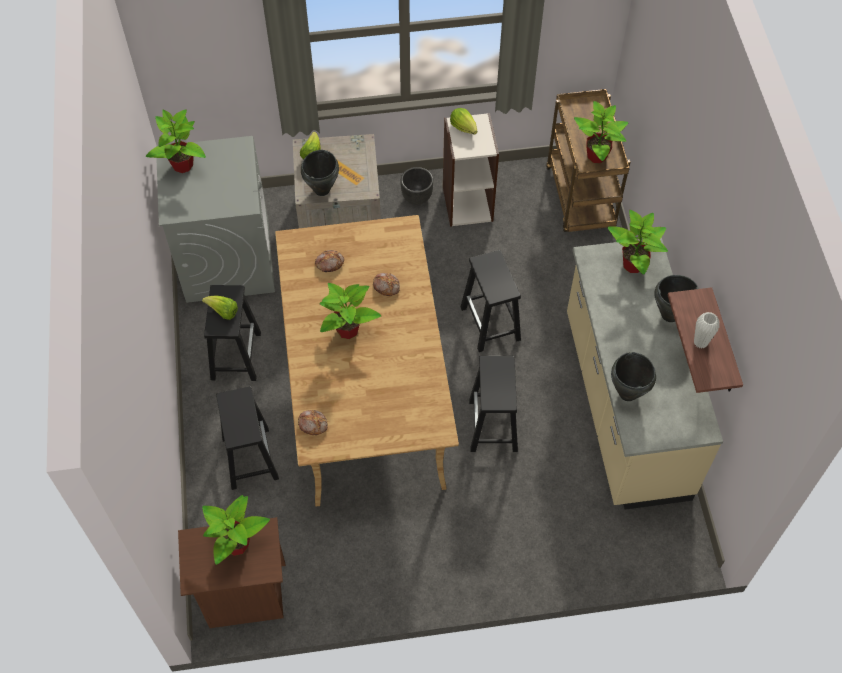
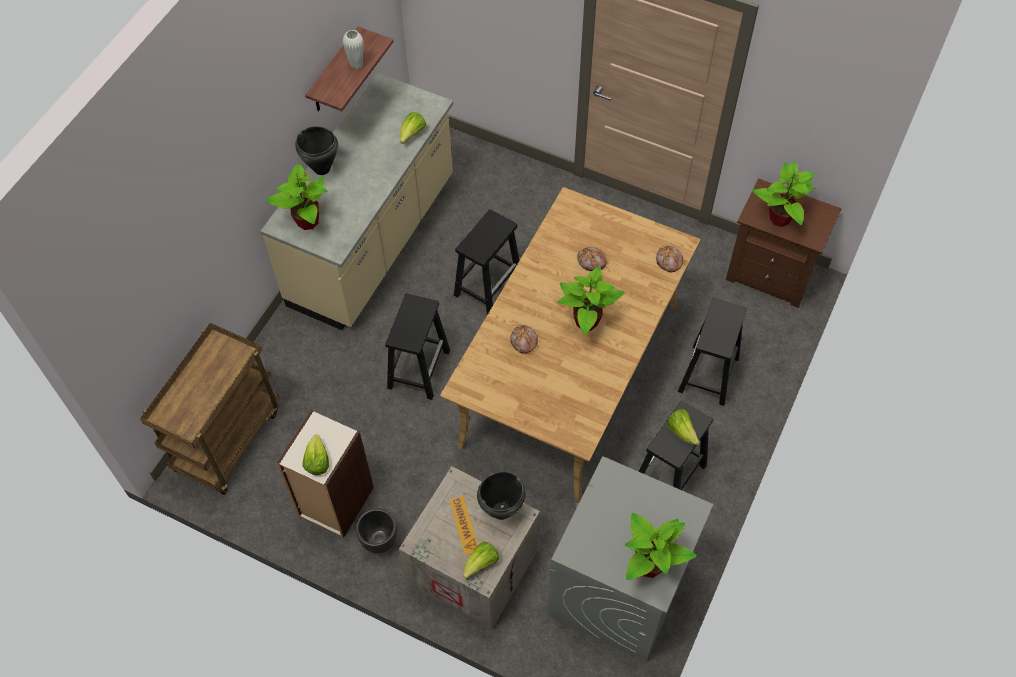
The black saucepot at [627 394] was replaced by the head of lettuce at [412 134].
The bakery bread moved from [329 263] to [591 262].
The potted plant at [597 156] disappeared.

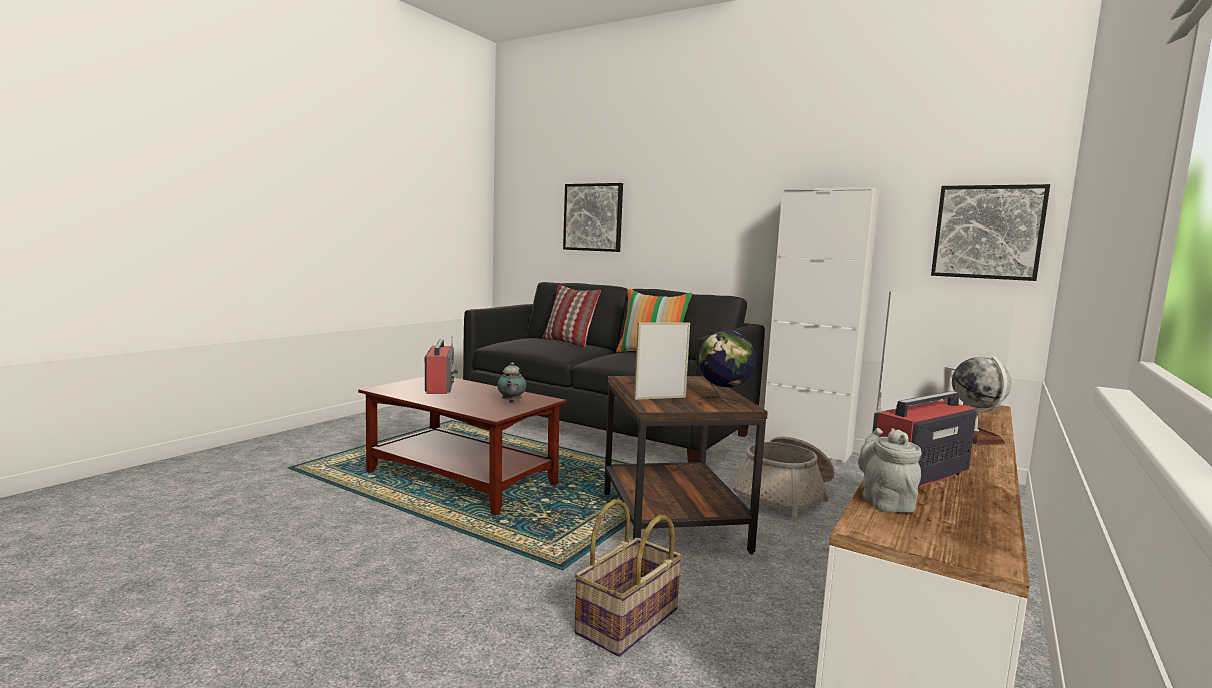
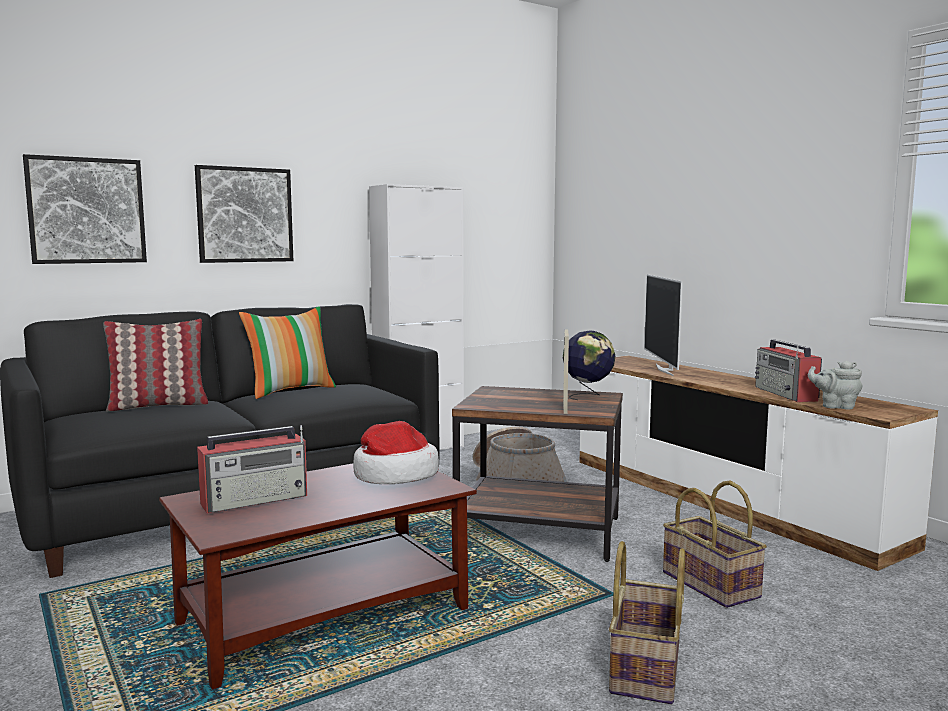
The picture moved from [987 232] to [244 215].
The radio at [440 386] turned 135 degrees clockwise.
The teapot at [511 402] was replaced by the hat at [394 475].
The storage basket at [647 669] appeared.
The desk globe at [973 437] disappeared.

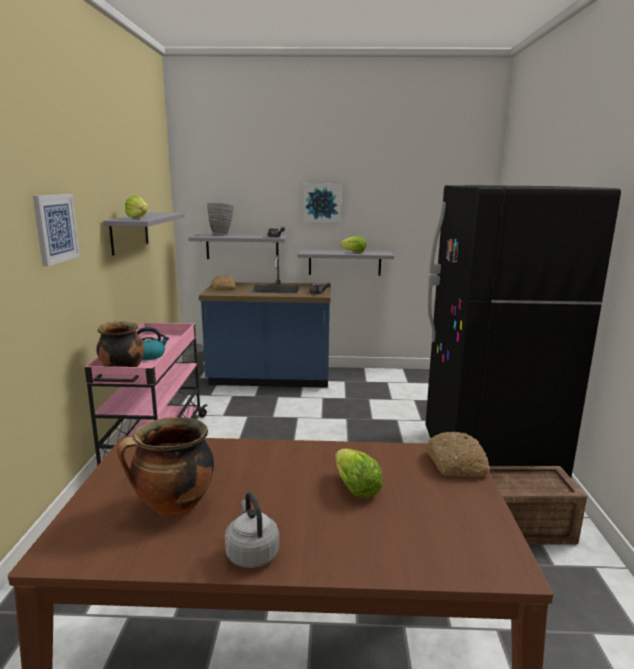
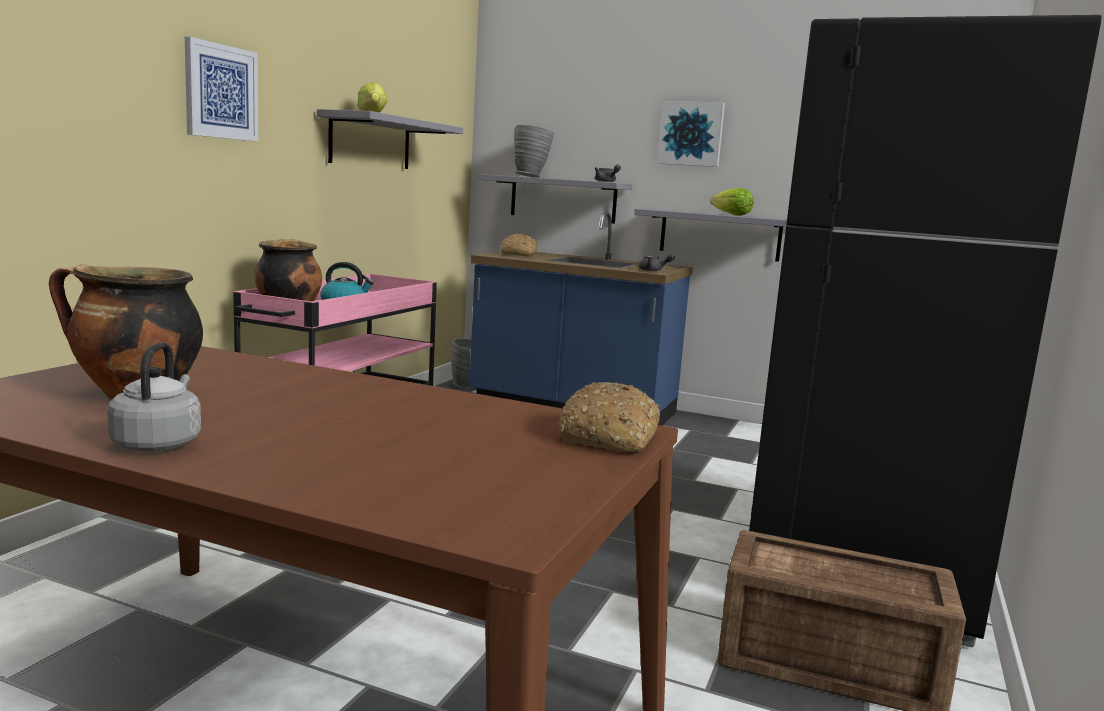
The head of lettuce at [356 488] disappeared.

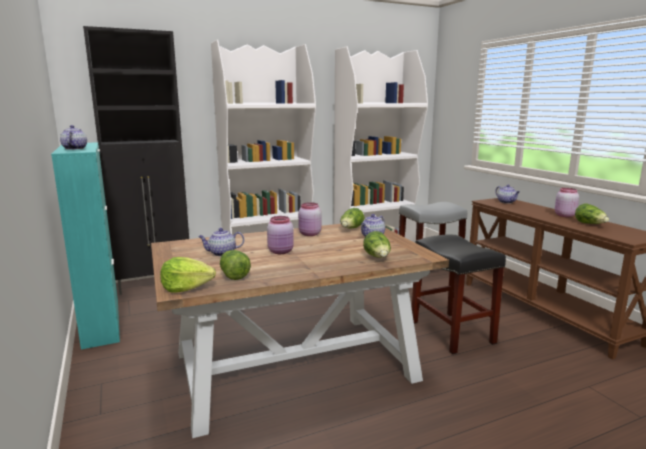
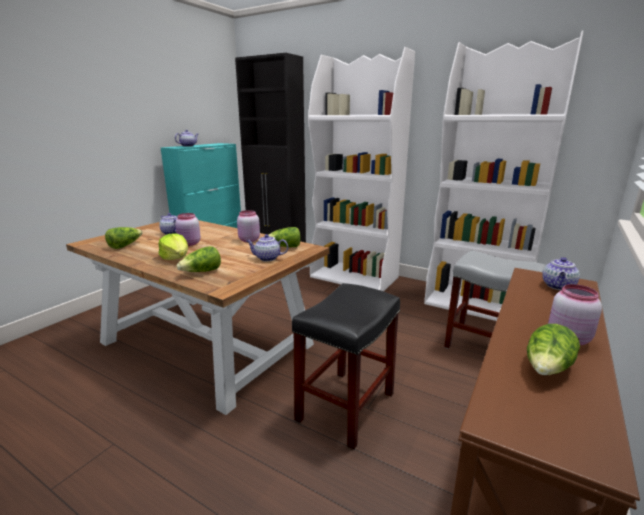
The head of lettuce moved from [186 288] to [176 258].

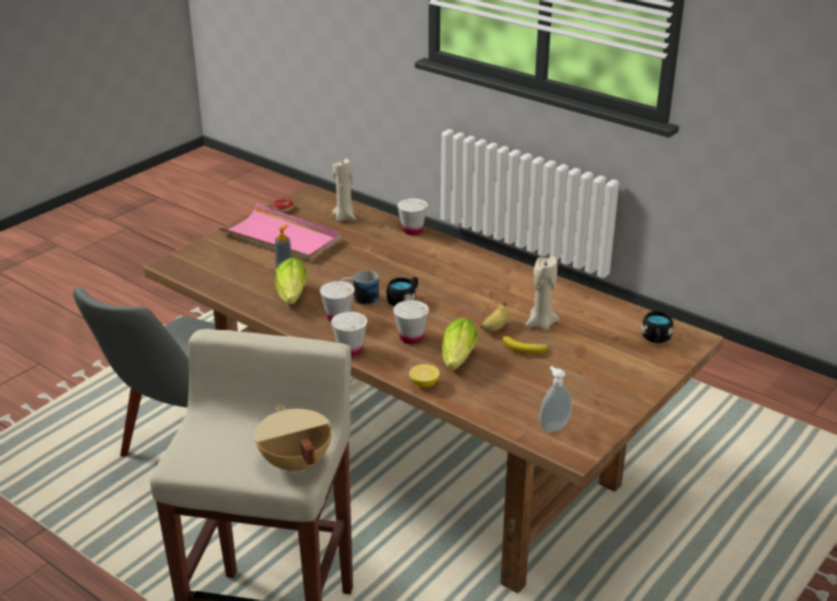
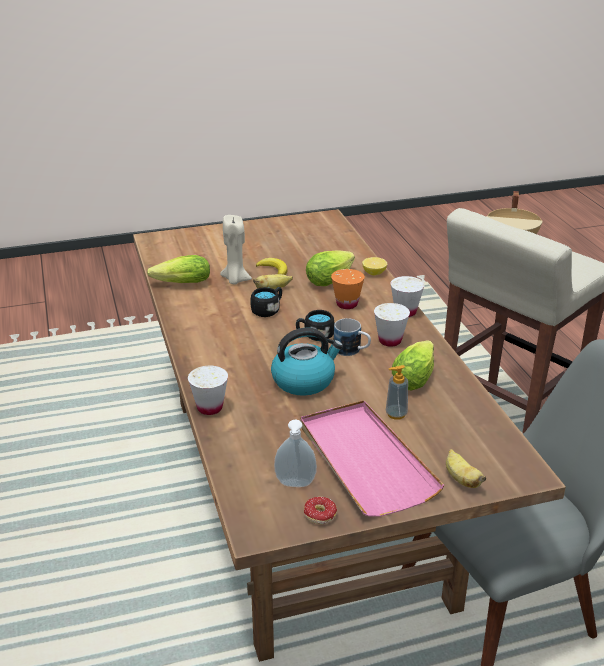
The head of lettuce at [179 284] appeared.
The black mug moved from [656 339] to [268 310].
The tea kettle at [304 380] appeared.
The soap dispenser moved from [553 426] to [295 485].
The white-coloured drinking cup at [411 338] became the orange-coloured drinking cup at [347 304].
The banana fruit at [461 479] appeared.
The sand-coloured wax light at [345 217] disappeared.

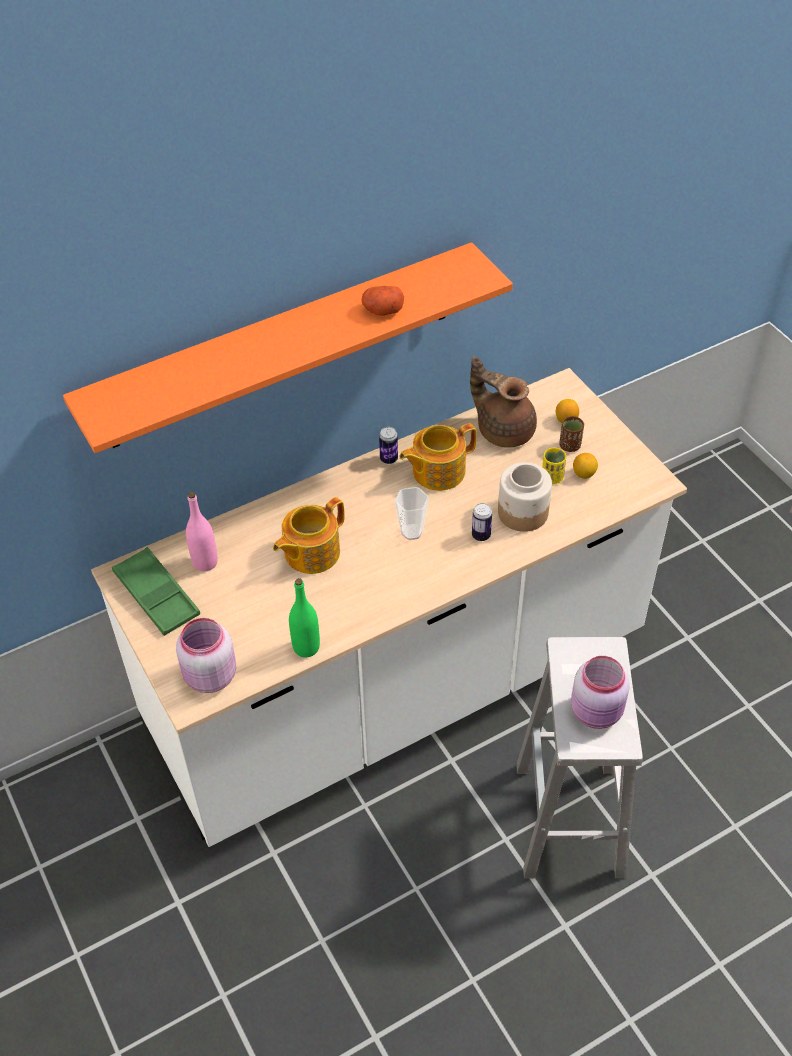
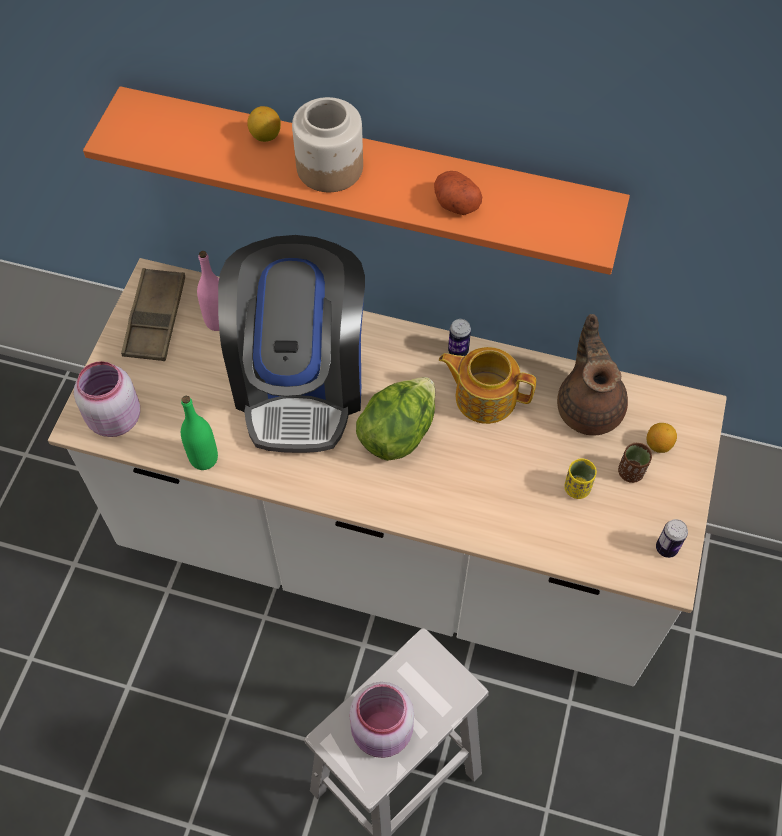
The green carrying tray at [157 596] became the brownish carrying tray at [155 319].
The teapot at [310 552] was replaced by the coffee maker at [300 381].
The lemon moved from [584 474] to [265 136].
The jar moved from [522 513] to [329 168].
The drinking cup at [412 532] was replaced by the head of lettuce at [398 433].
The metal can moved from [481 535] to [666 548].

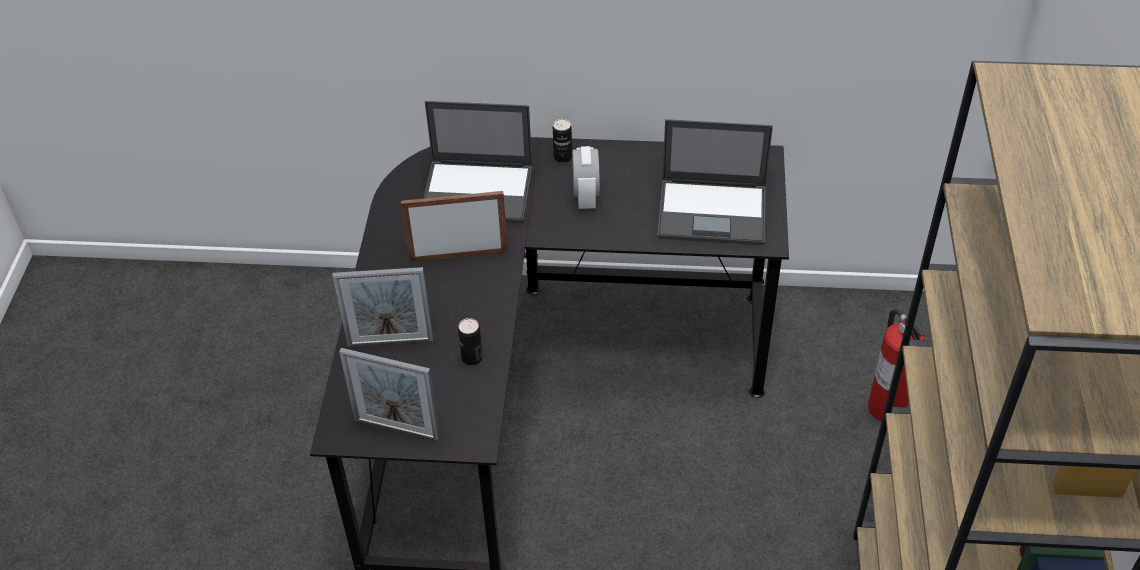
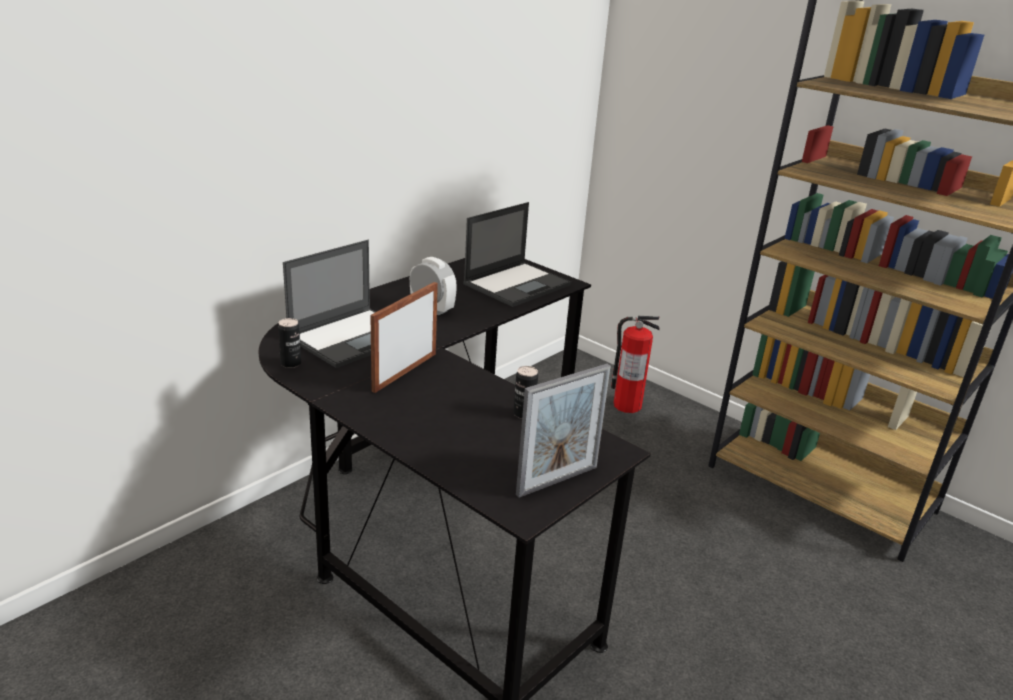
The metal can moved from [562 157] to [291 363].
The picture frame at [390 342] disappeared.

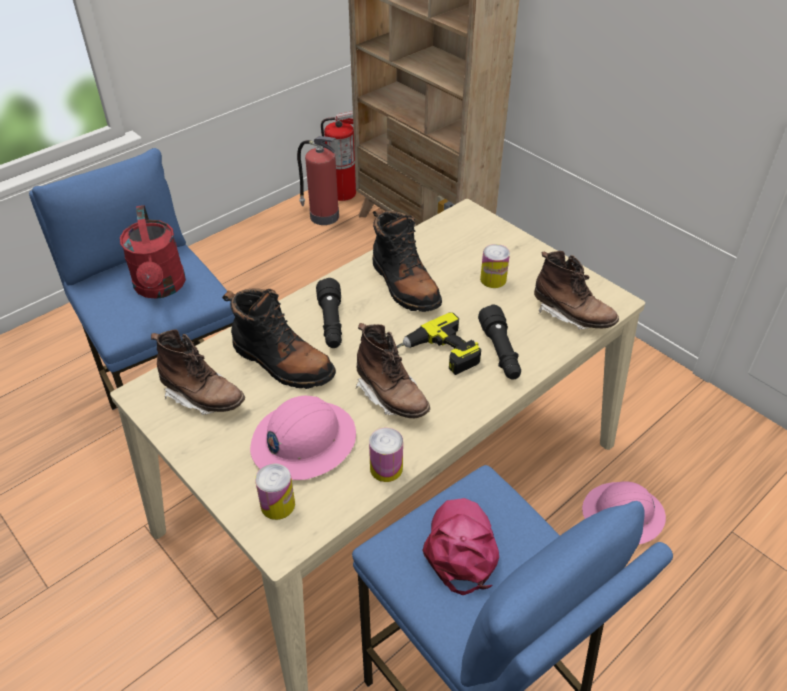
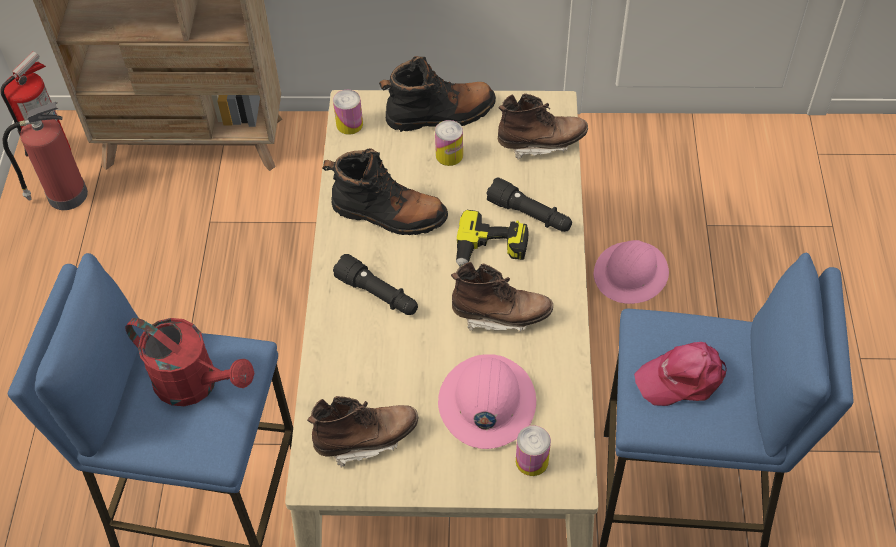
The metal can moved from [386 468] to [349 124].
The black boot moved from [282 362] to [440 114].
The pink-coloured peaked cap at [461 548] turned 60 degrees counterclockwise.

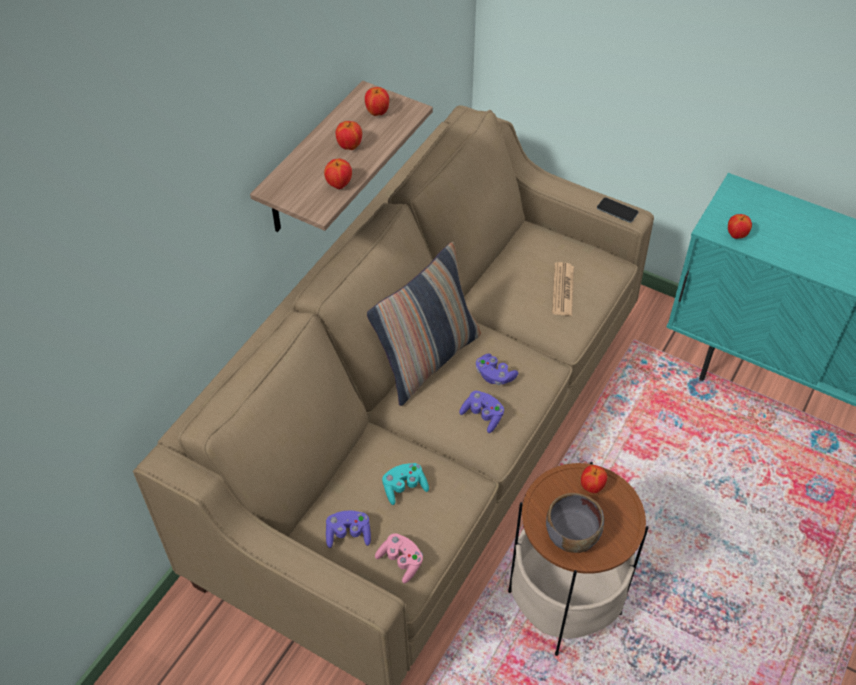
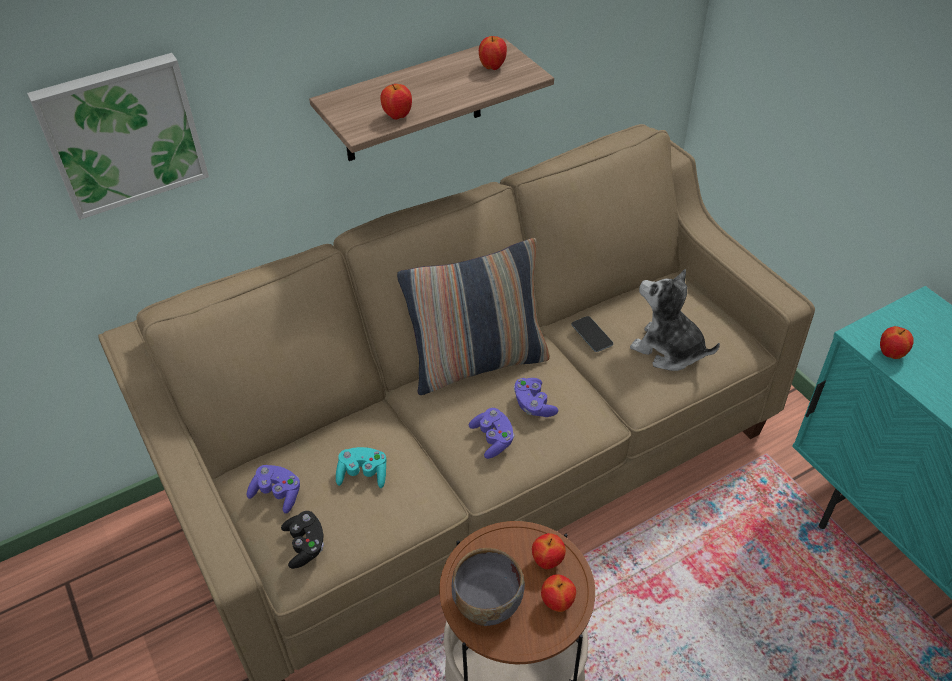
The picture at [122 134] appeared.
The pink-coloured joypad at [401 562] became the black joypad at [305 545].
The apple fruit moved from [349 146] to [557 603].
The telephone moved from [617 210] to [592 334].
The printed paper at [563 290] was replaced by the soft toy at [668 350].

